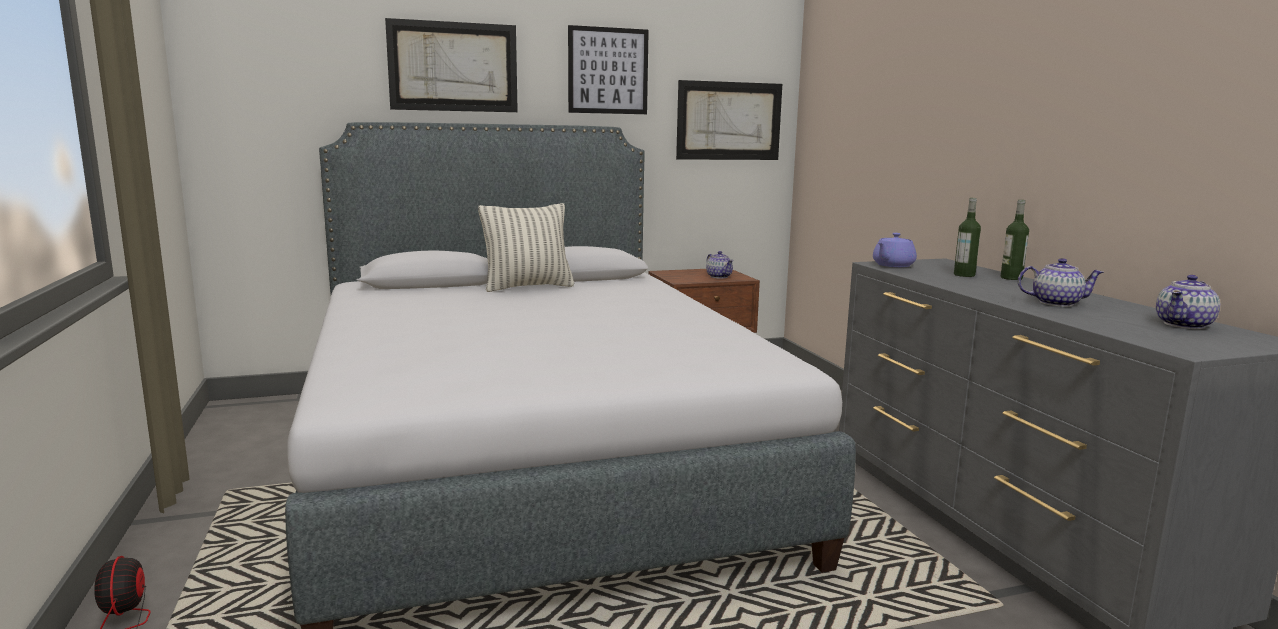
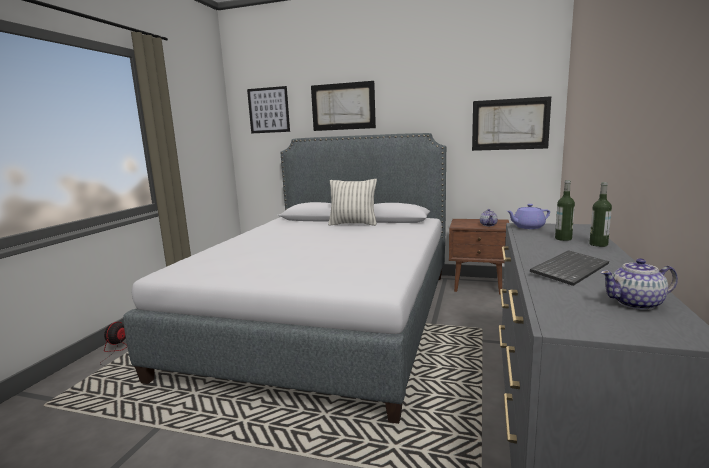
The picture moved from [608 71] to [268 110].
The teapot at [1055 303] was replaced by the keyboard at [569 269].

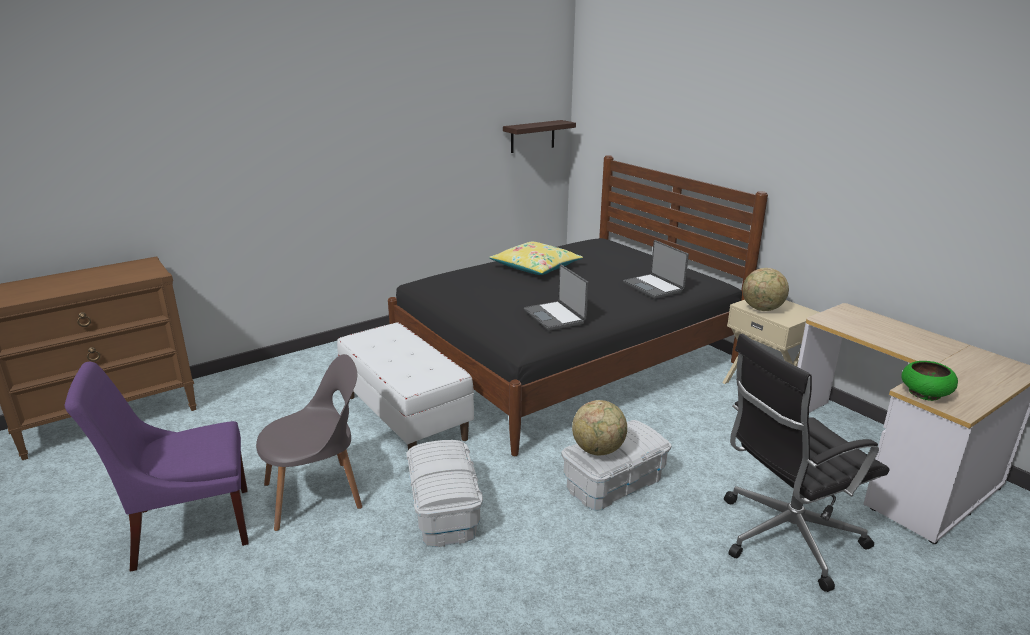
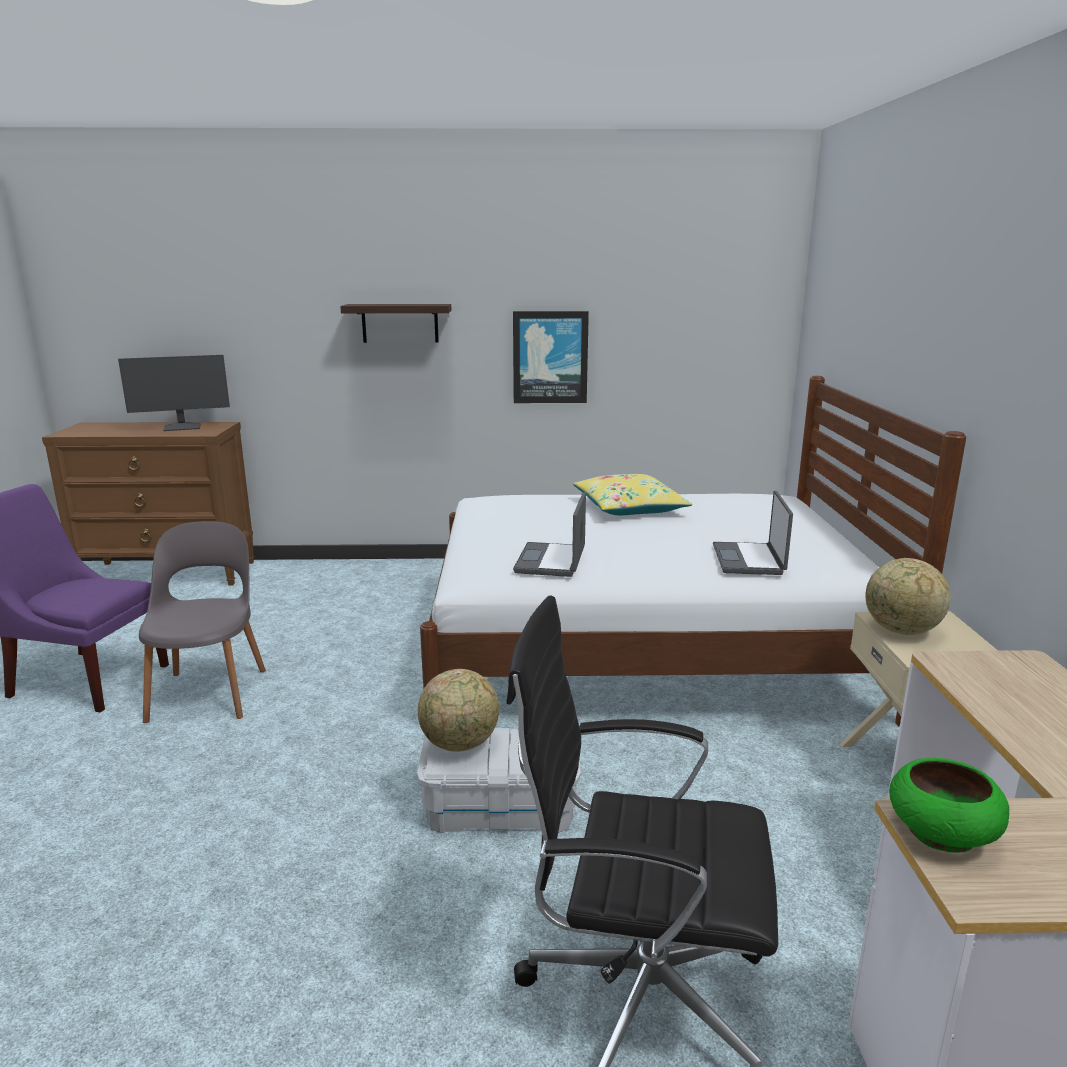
The monitor at [182 427] appeared.
The gray plain chair at [317 494] turned 105 degrees counterclockwise.
The bracket shelf moved from [532 136] to [400 323].
The black bed at [566 361] became the white-coloured bed at [644 647].
The picture at [550 357] appeared.
The white-coloured bench at [406 417] disappeared.
The white-coloured storage container at [445 511] disappeared.

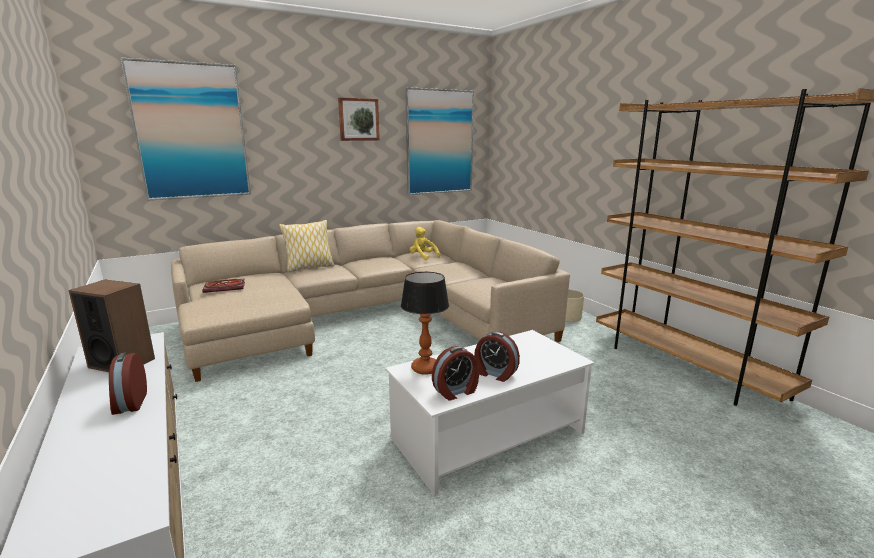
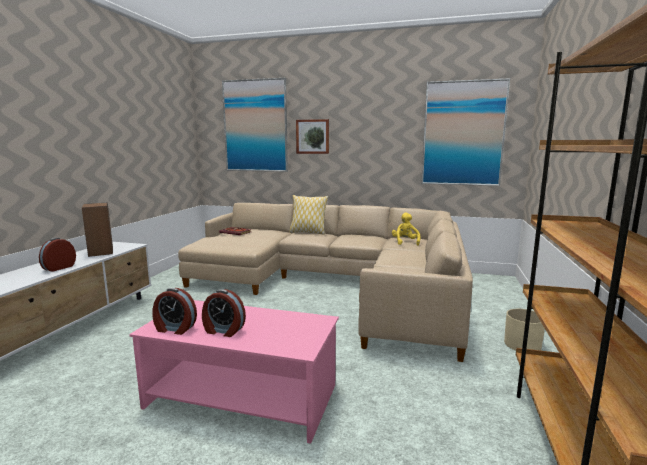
The white-coloured low table at [489 435] became the pink-coloured low table at [243 396].
The table clock at [495 374] turned 60 degrees counterclockwise.
The picture moved from [358 119] to [312 136].
The tabletop lamp at [425 369] disappeared.

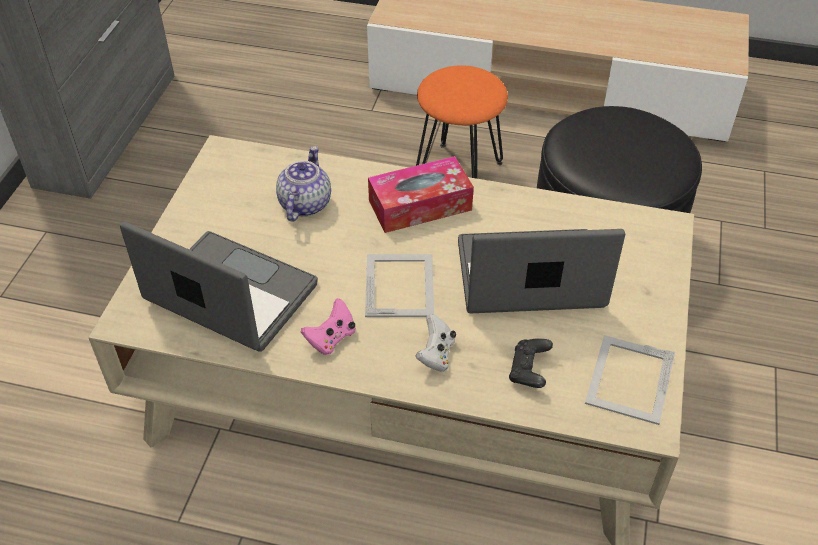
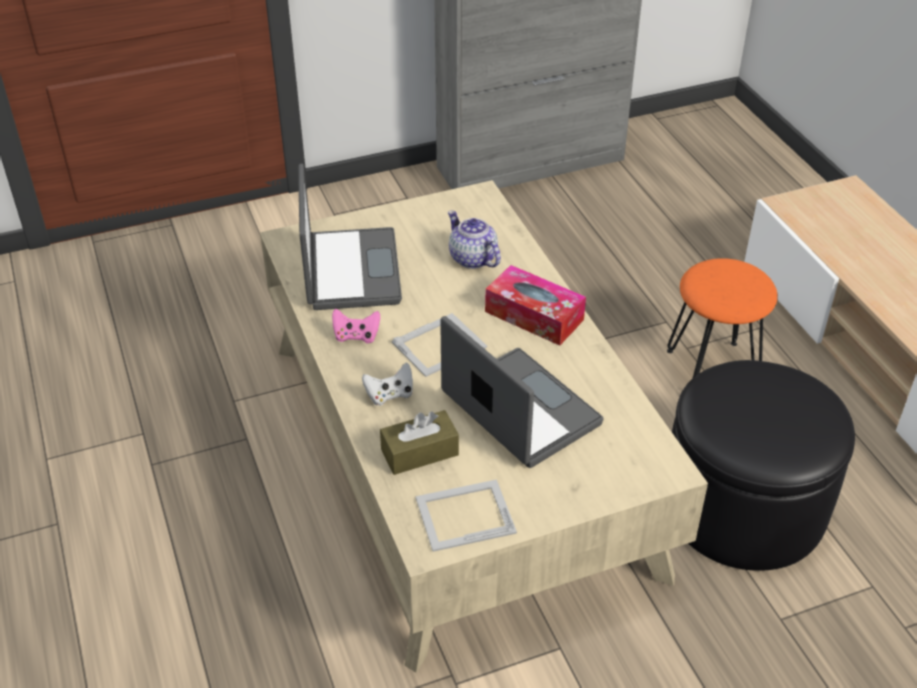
The black joypad at [529 371] was replaced by the brownish tissue holder at [419 452].
The teapot at [304 203] turned 105 degrees counterclockwise.

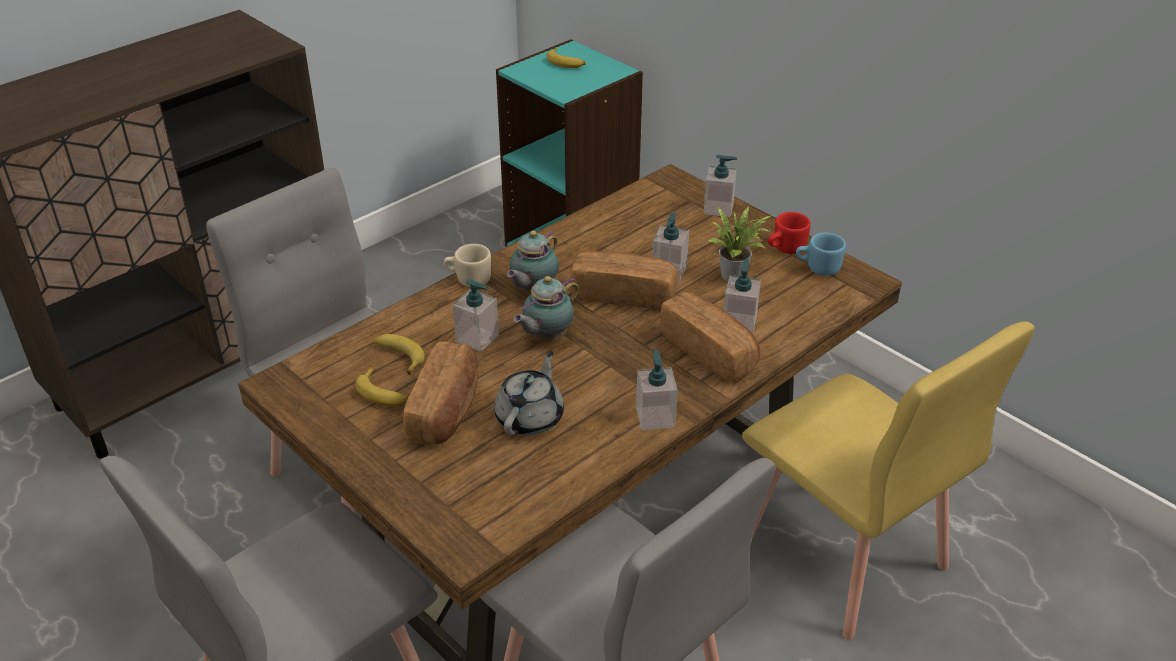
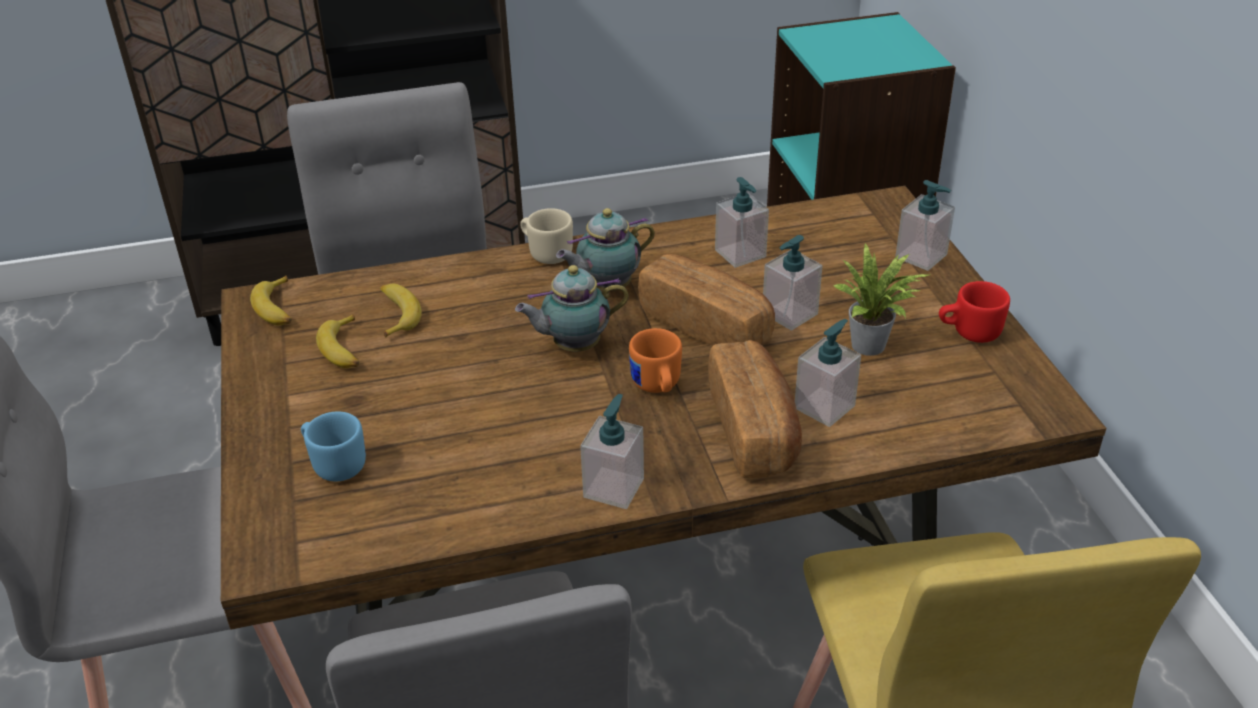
The banana fruit moved from [566 63] to [278 309].
The blue mug moved from [817 268] to [335 463].
The orange-coloured mug at [657 387] appeared.
The soap dispenser moved from [477 338] to [740 253].
The bakery bread at [446 410] disappeared.
The gray teapot at [530 417] disappeared.

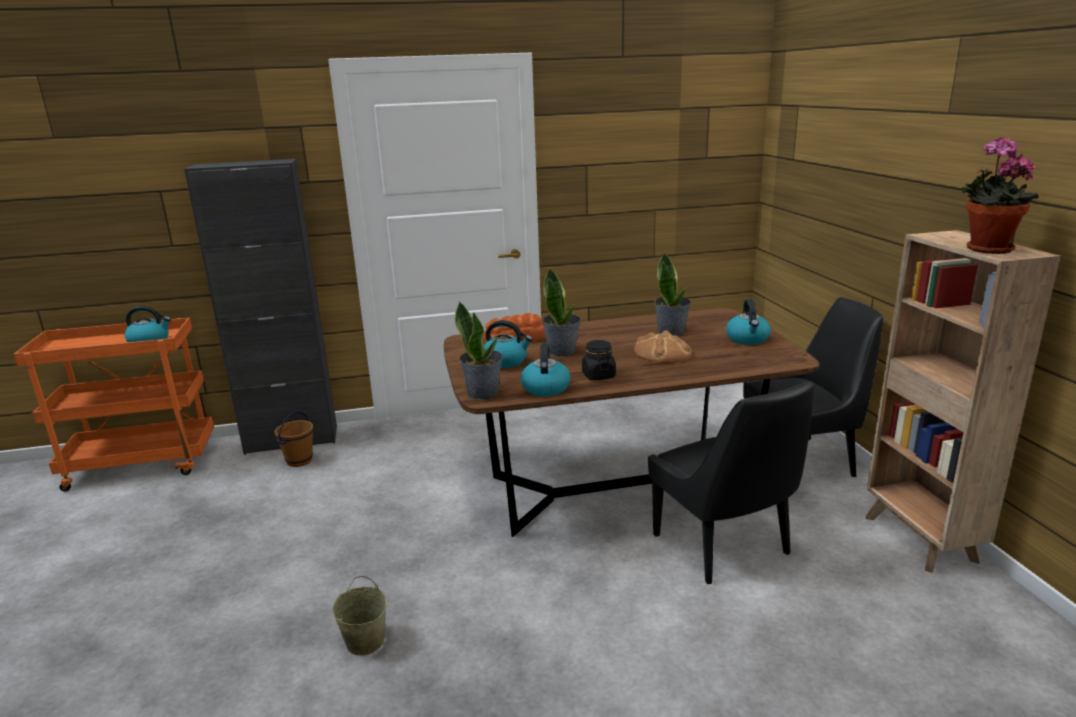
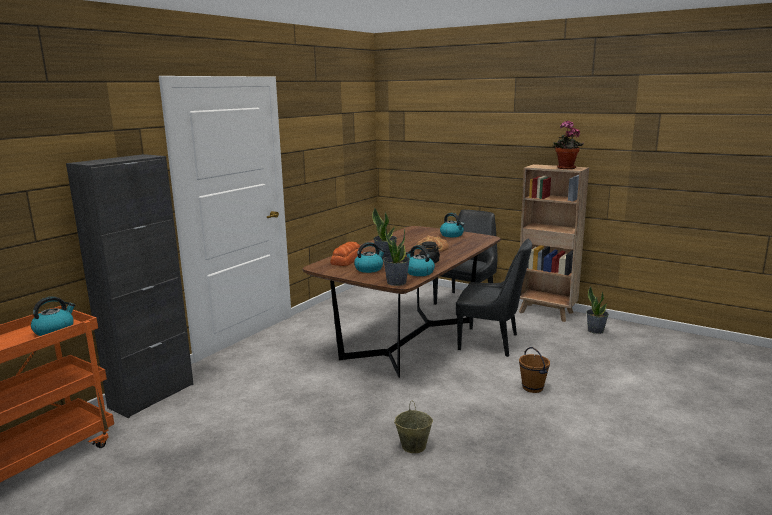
The brownish pail moved from [299 461] to [532 388].
The potted plant moved from [671 332] to [595 330].

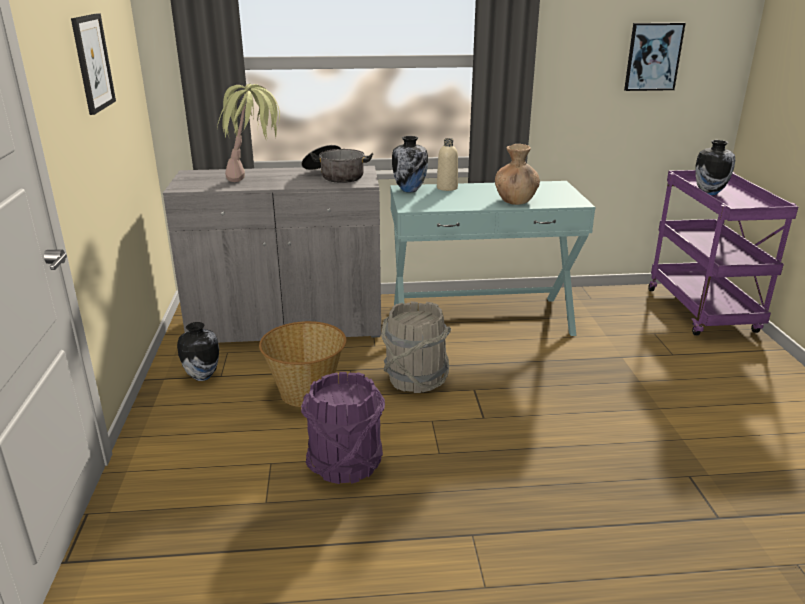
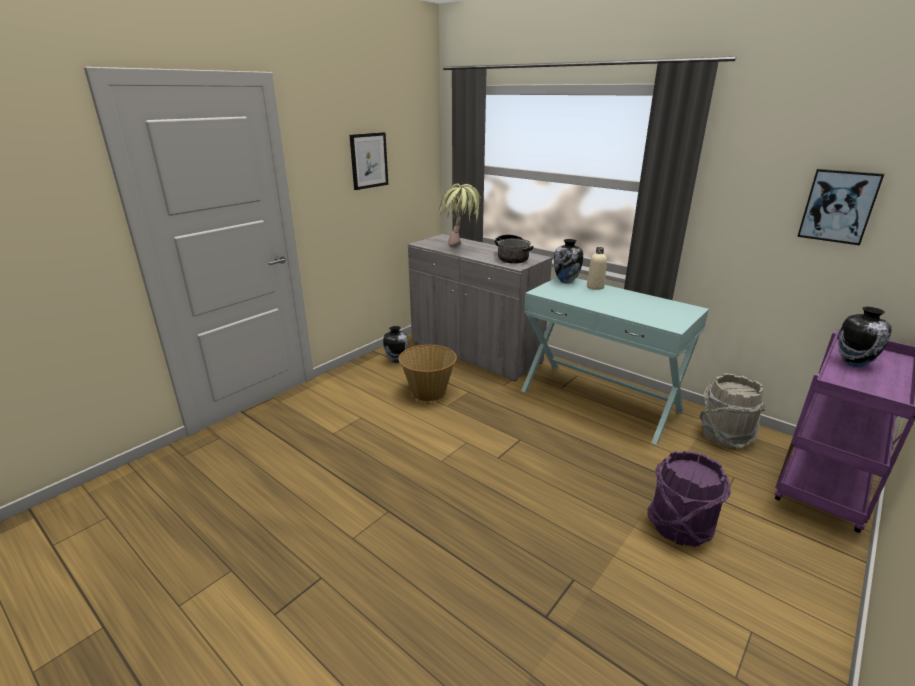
The purplish pail moved from [345 463] to [680 526].
The gray pail moved from [415 379] to [724 435].
The brownish flower vase at [515 200] disappeared.

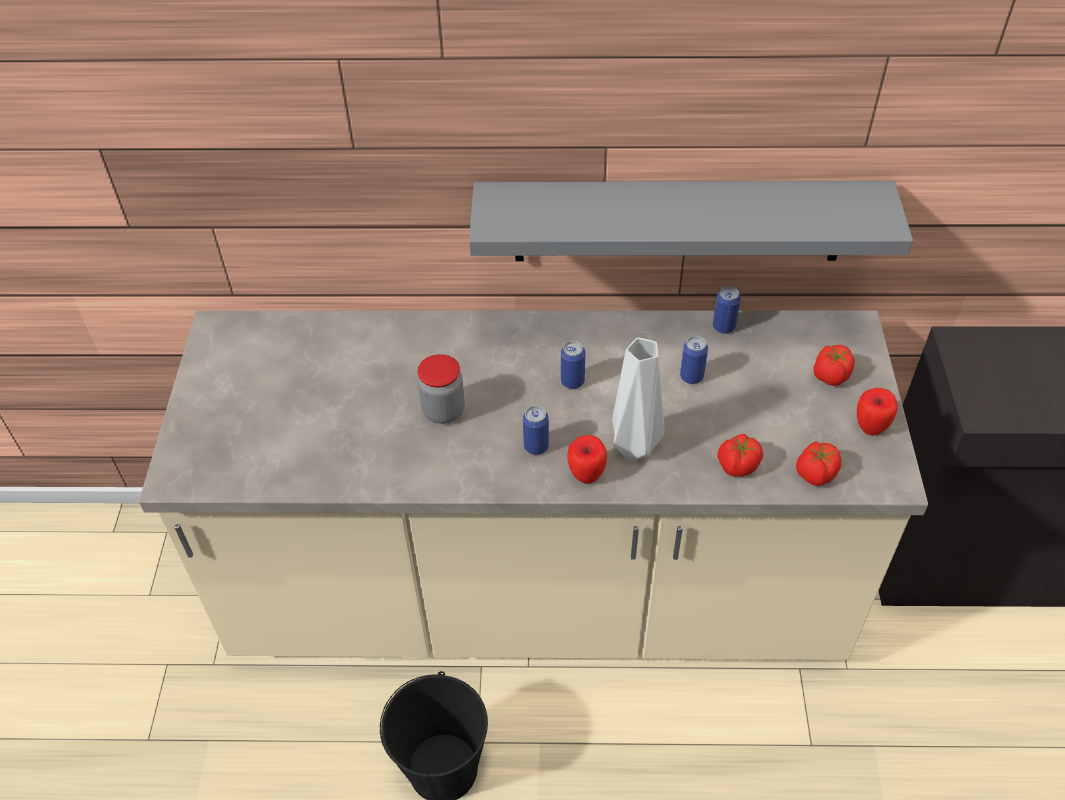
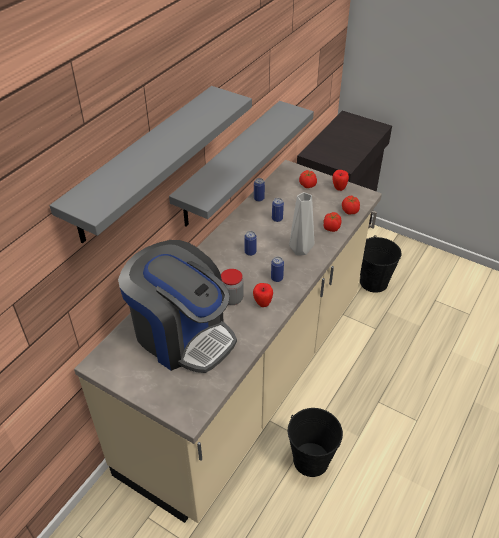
The gray bracket shelf at [143 163] appeared.
The coffee maker at [182 334] appeared.
The apple fruit moved from [586 475] to [262 304].
The black pail at [374 282] appeared.

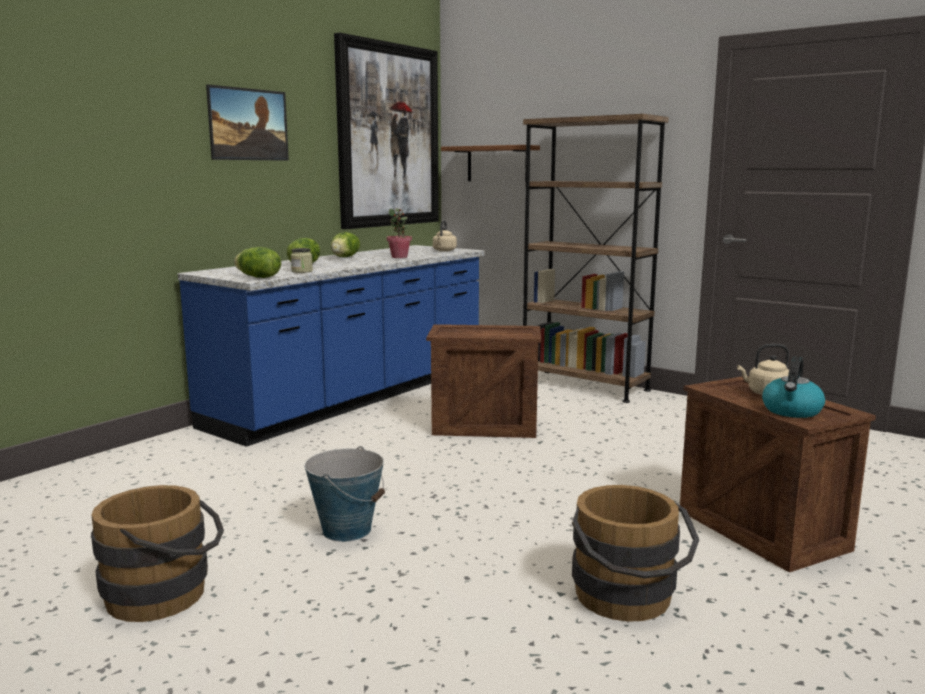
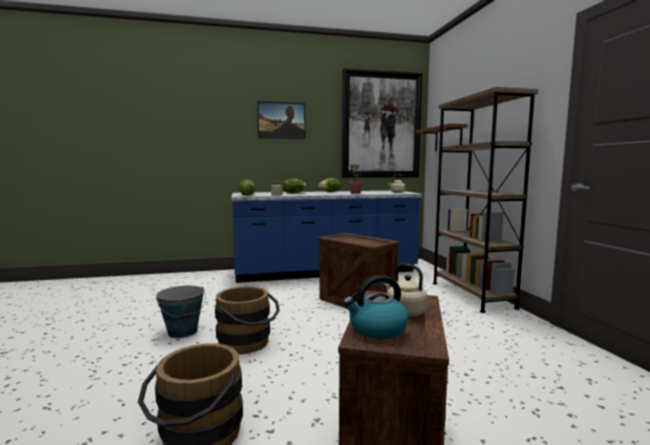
The brownish pail moved from [166 594] to [248 344].

